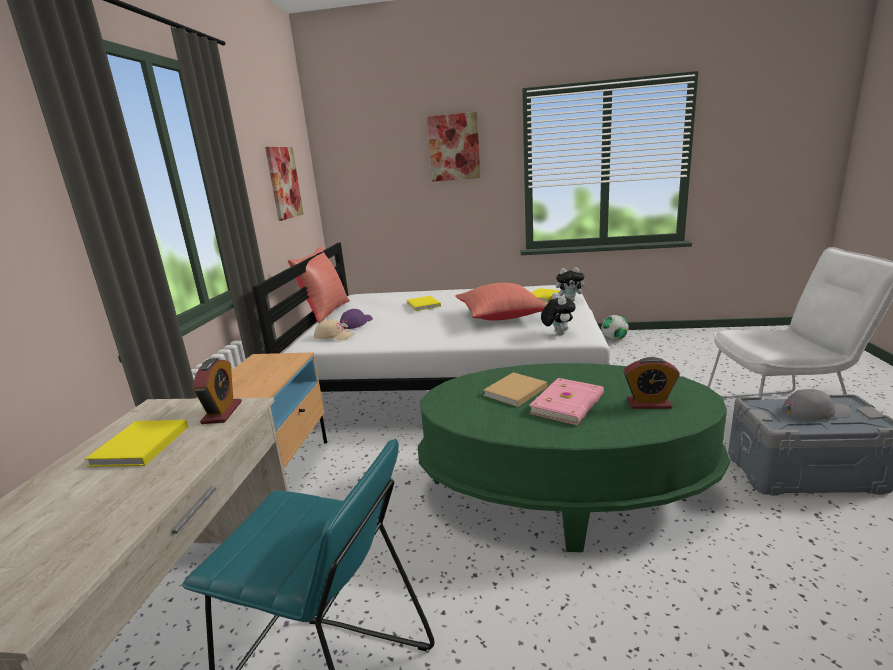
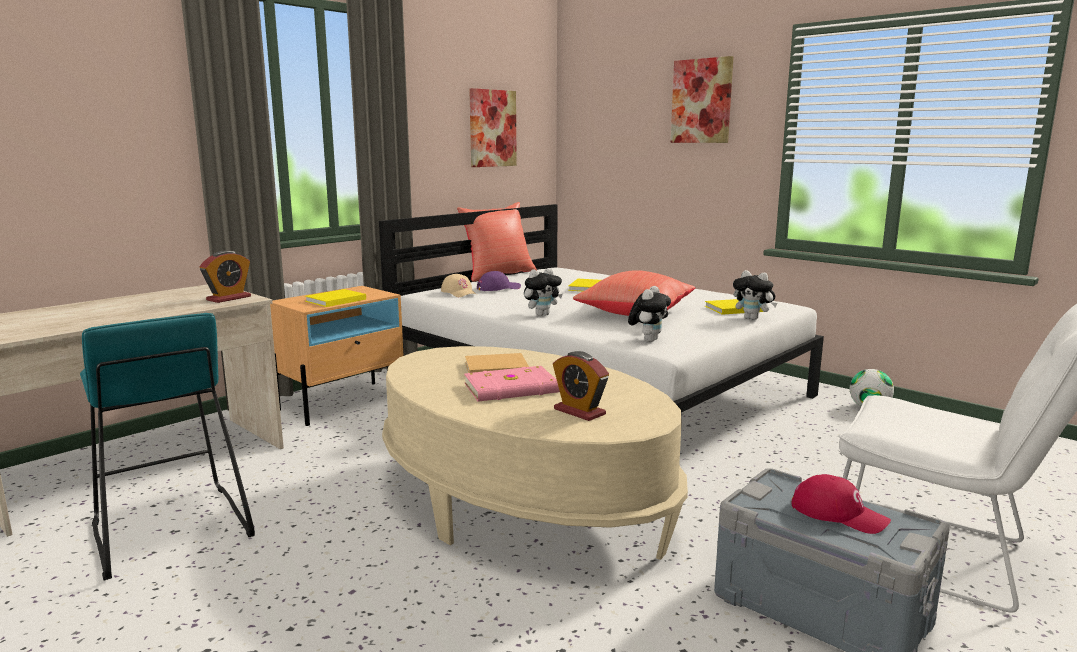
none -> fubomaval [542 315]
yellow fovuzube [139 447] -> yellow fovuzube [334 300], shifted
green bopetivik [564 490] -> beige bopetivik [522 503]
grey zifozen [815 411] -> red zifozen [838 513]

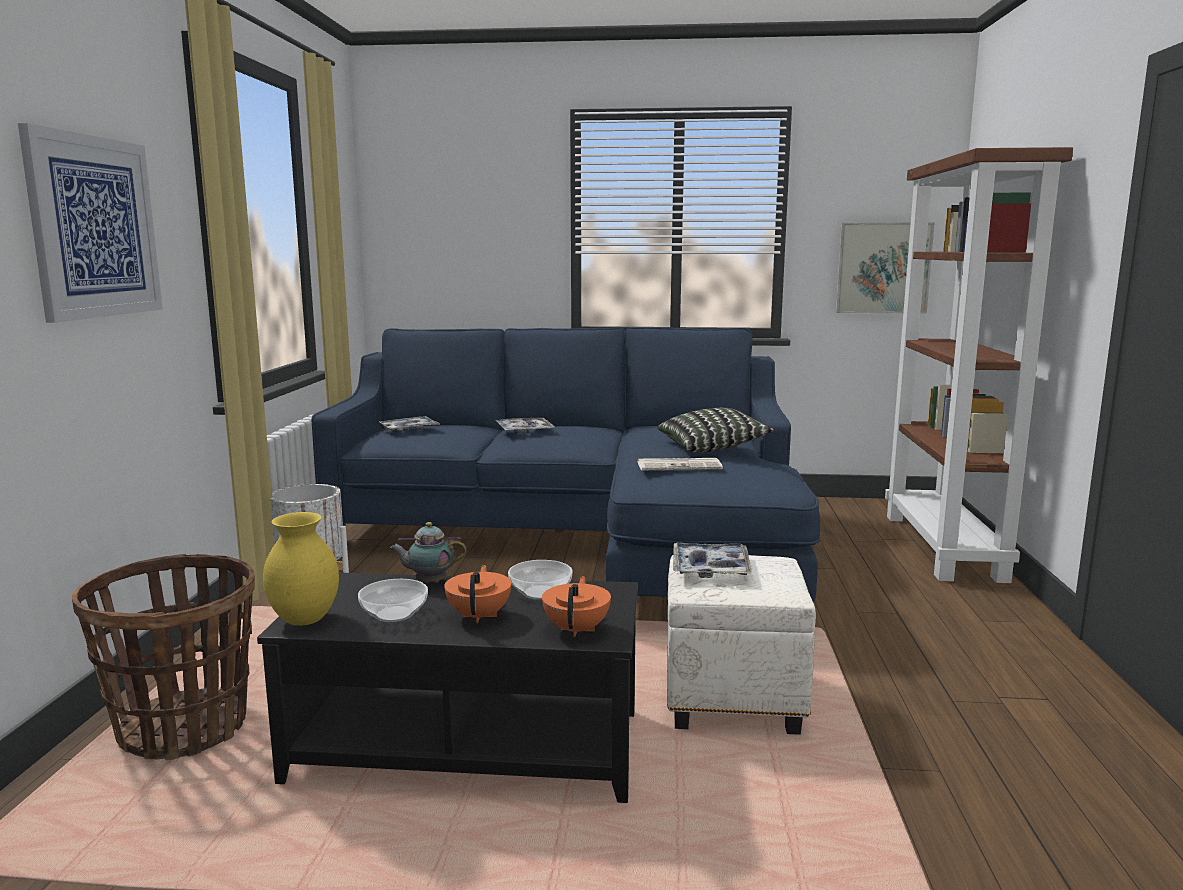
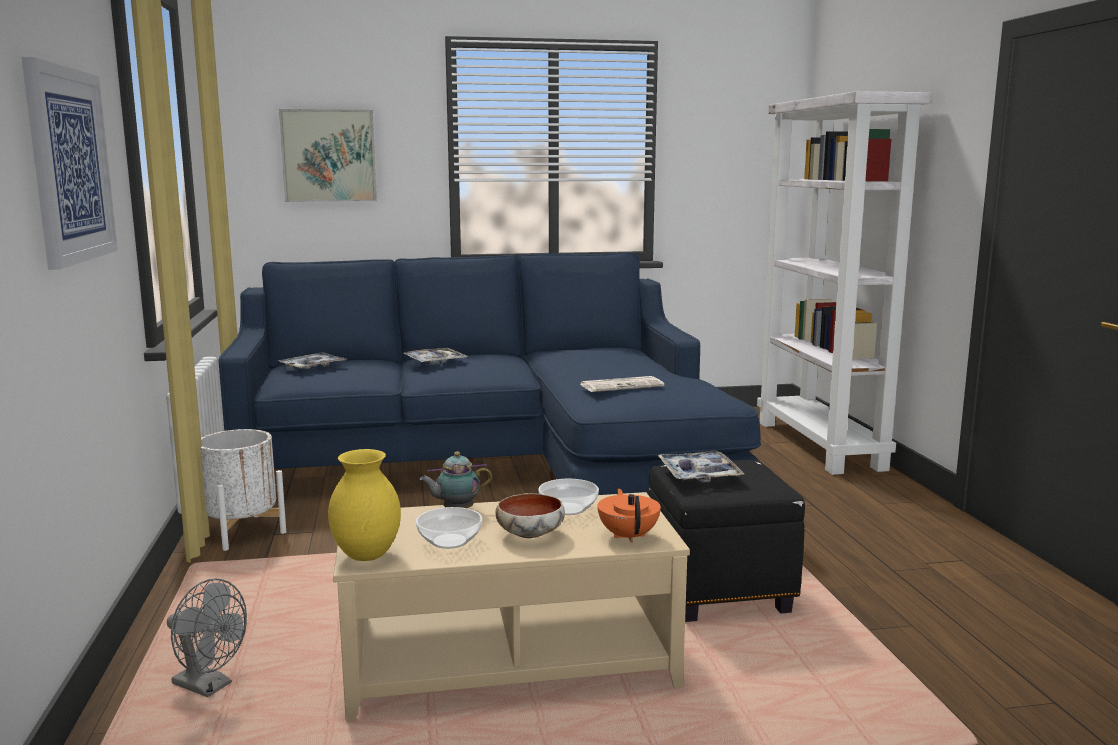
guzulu [712 448] -> none
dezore [883 268] -> dezore [329 156], shifted
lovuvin [184 728] -> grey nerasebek [209 686]
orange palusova [480 616] -> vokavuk [531 534]
black bopetivik [468 745] -> beige bopetivik [509 661]
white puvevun [734 701] -> black puvevun [720 593]
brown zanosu [944 547] -> white zanosu [821 445]

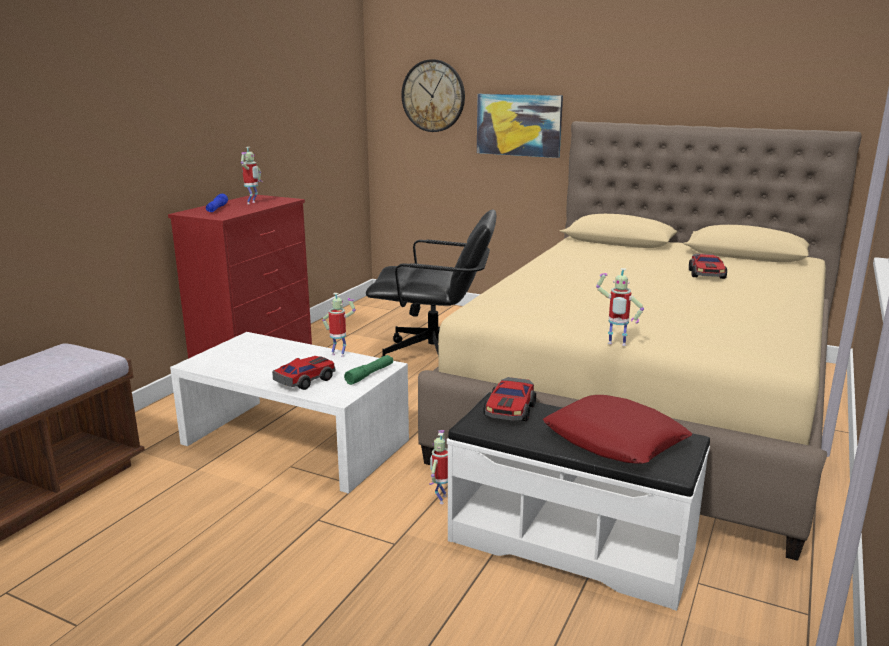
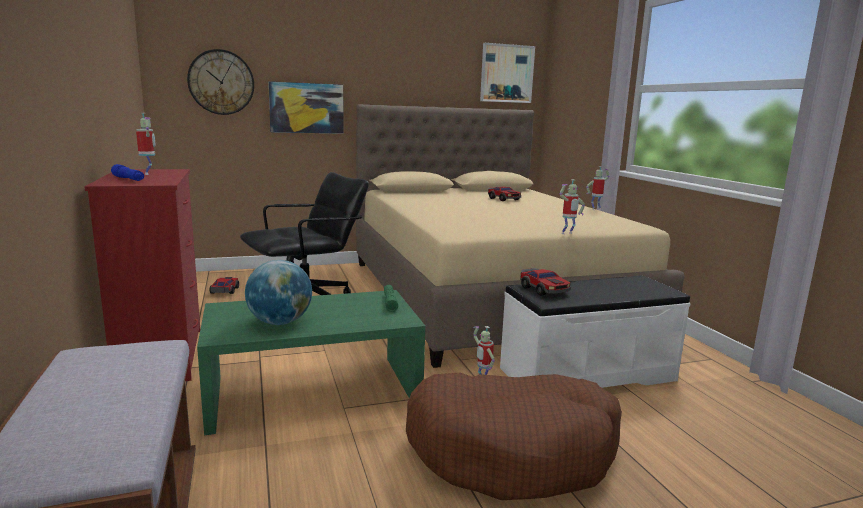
red guzulu [614 439] -> none
none -> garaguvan [280 322]
none -> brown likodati [512 450]
none -> dezore [506 73]
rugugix [304 380] -> rugugix [224 290], shifted
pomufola [339 354] -> pomufola [595 209], shifted
white bopetivik [294 442] -> green bopetivik [313 392]

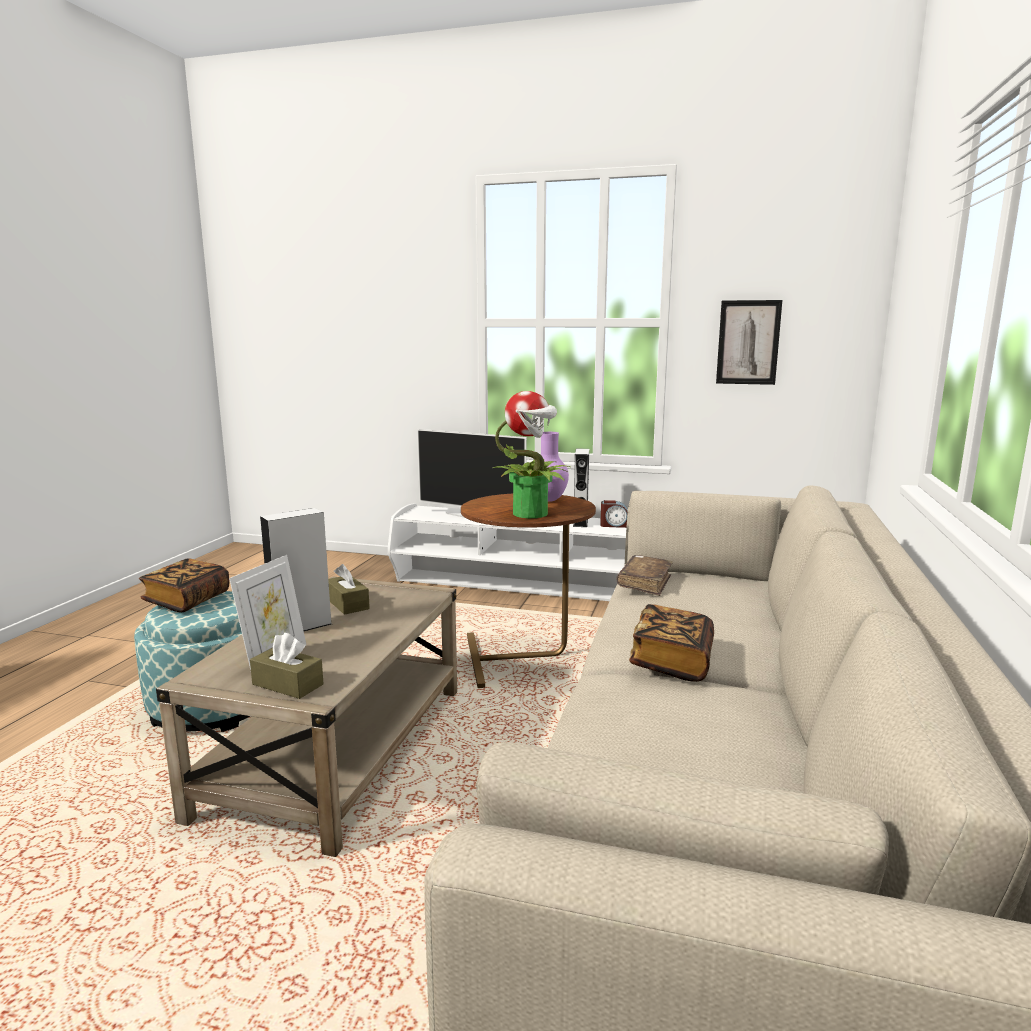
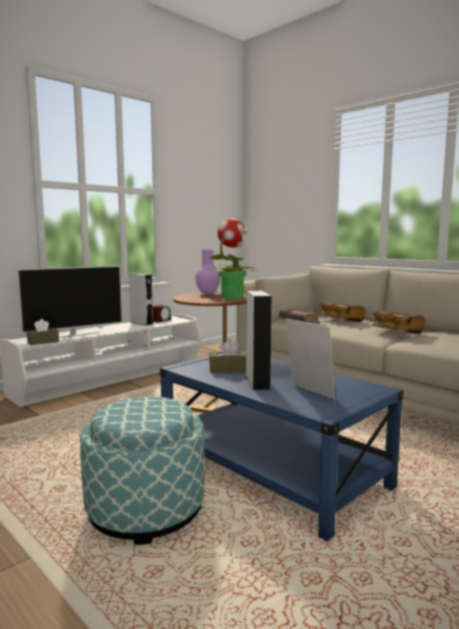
dezore [748 342] -> none
fovuzube [187 600] -> fovuzube [341 321], shifted
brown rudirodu [287 684] -> brown rudirodu [43 342], shifted
beige bopetivik [337 749] -> blue bopetivik [271 469]

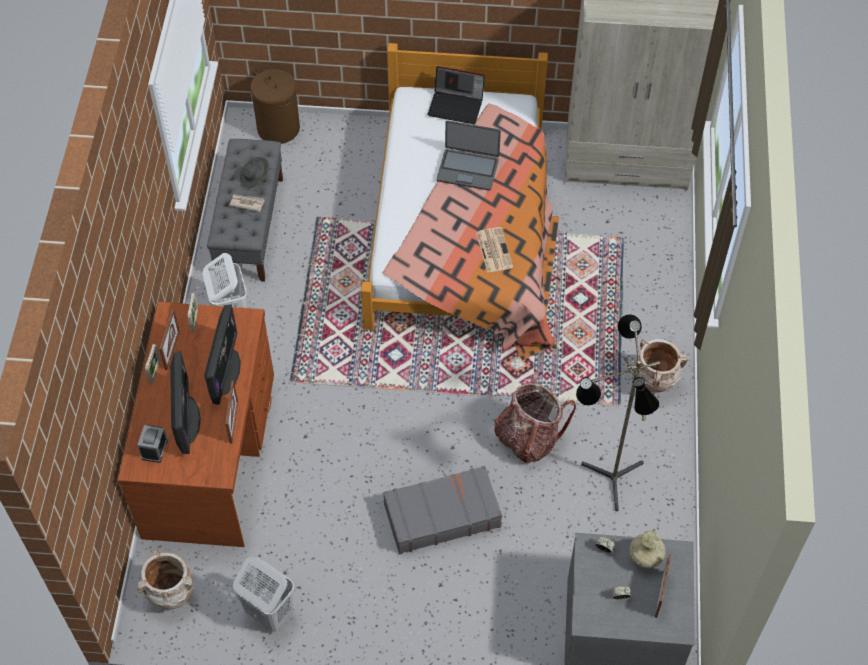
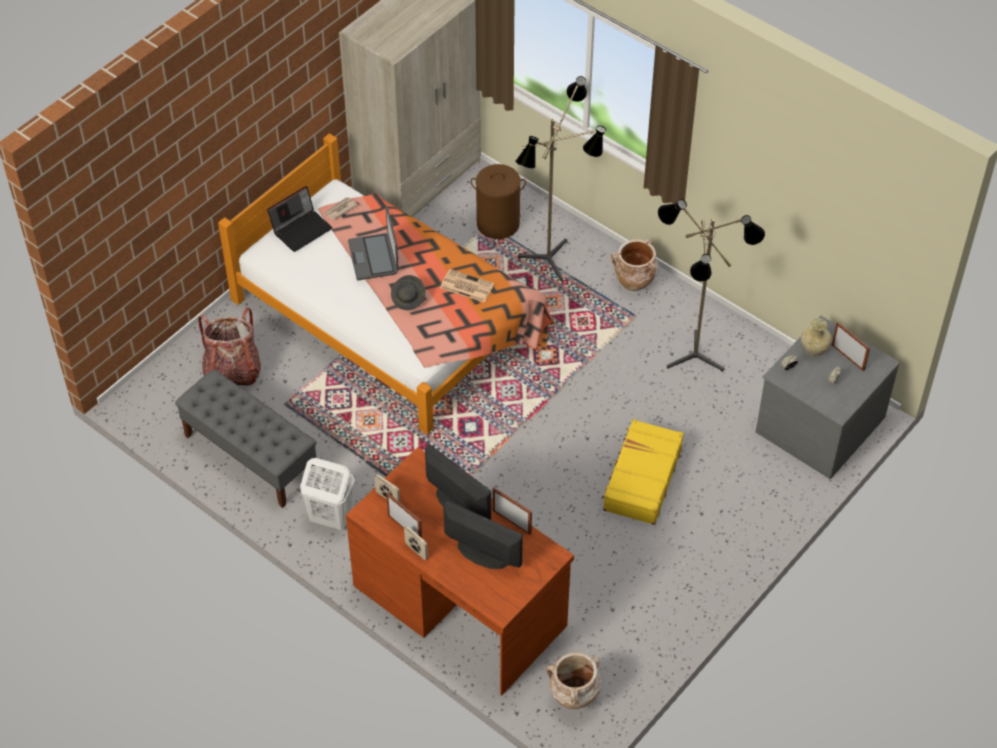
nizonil [154 449] -> none
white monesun [269 612] -> none
none -> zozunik [554 262]
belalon [247 203] -> belalon [340 209], shifted
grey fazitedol [255 178] -> grey fazitedol [408 298], shifted
brown monesun [278 128] -> brown monesun [498 223], shifted
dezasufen [528 437] -> dezasufen [233 371], shifted
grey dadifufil [441 515] -> yellow dadifufil [641 479]
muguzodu [468 169] -> muguzodu [374 257], 120 degrees clockwise

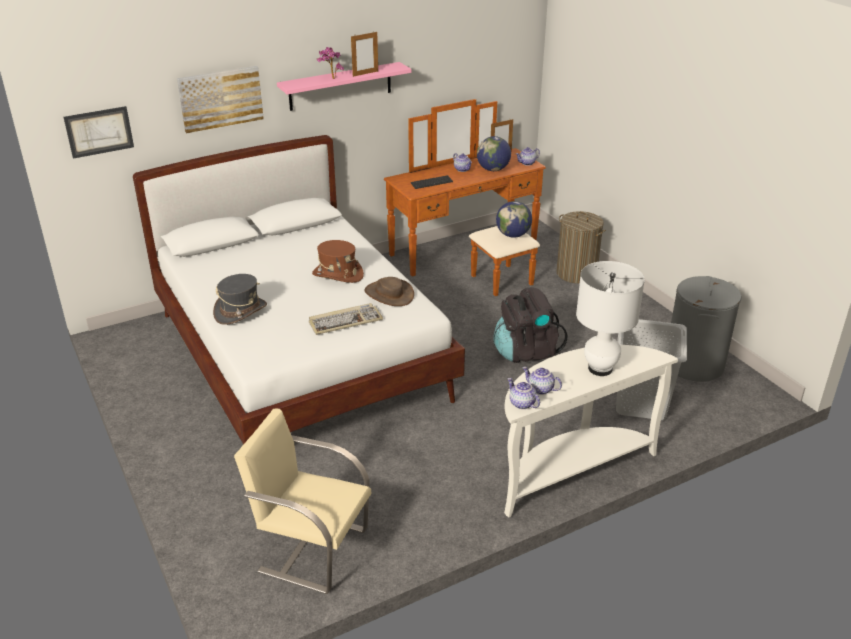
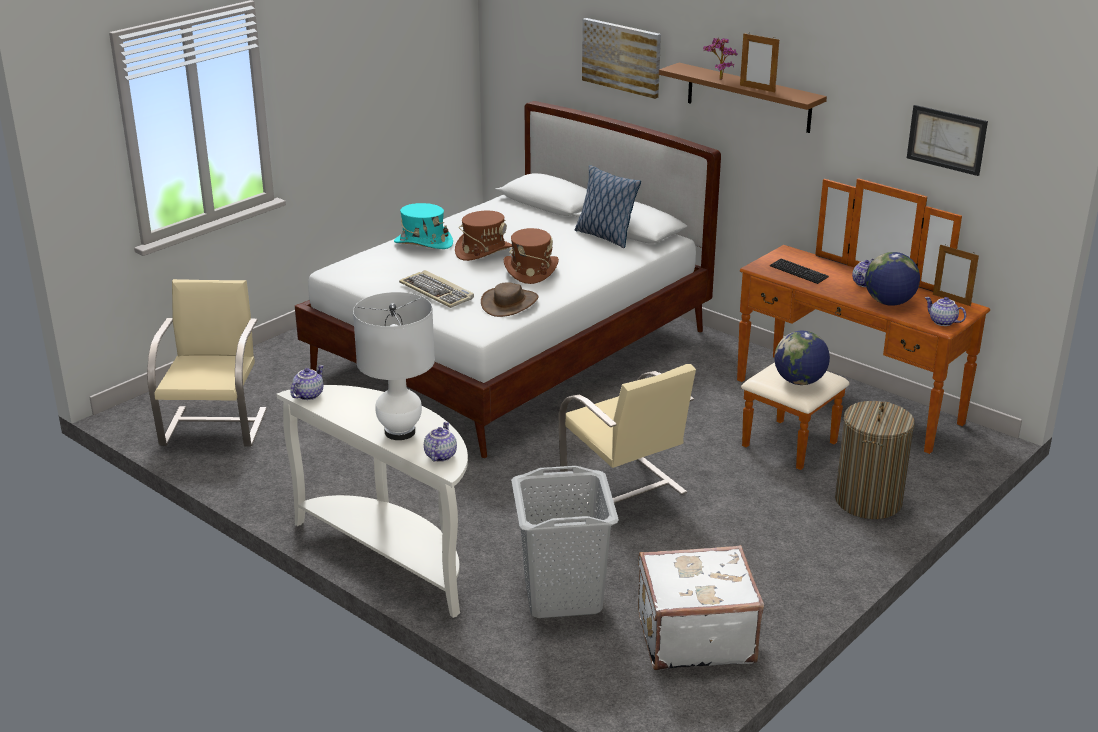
none -> brown fazitedol [483 251]
none -> guzulu [605 236]
dezore [99 132] -> dezore [946 139], shifted
palusova [540 389] -> palusova [439 455], shifted
black dezasufen [526 351] -> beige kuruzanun [624 489]
grey monesun [694 365] -> white dadifufil [694 636]
grey fazitedol [240 311] -> turquoise fazitedol [423 243]
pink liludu [340 86] -> brown liludu [748 98]

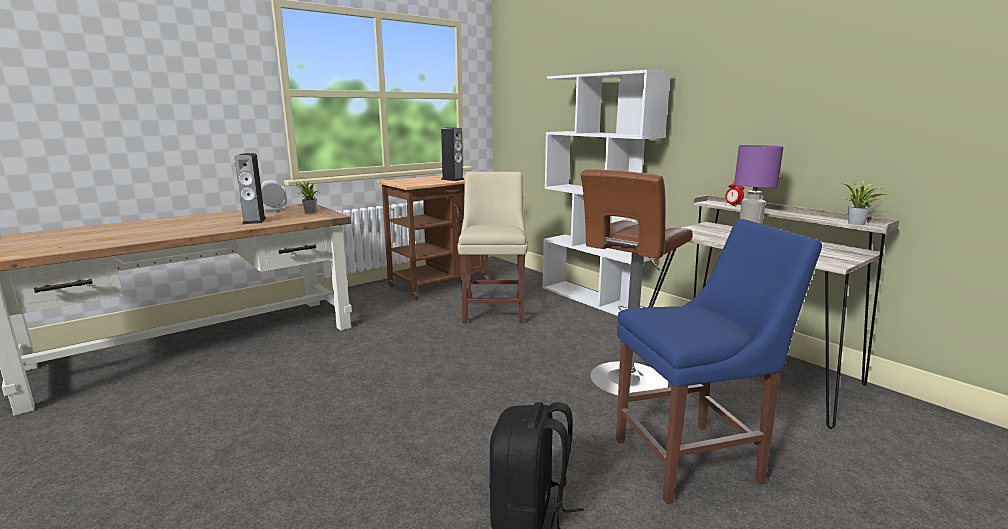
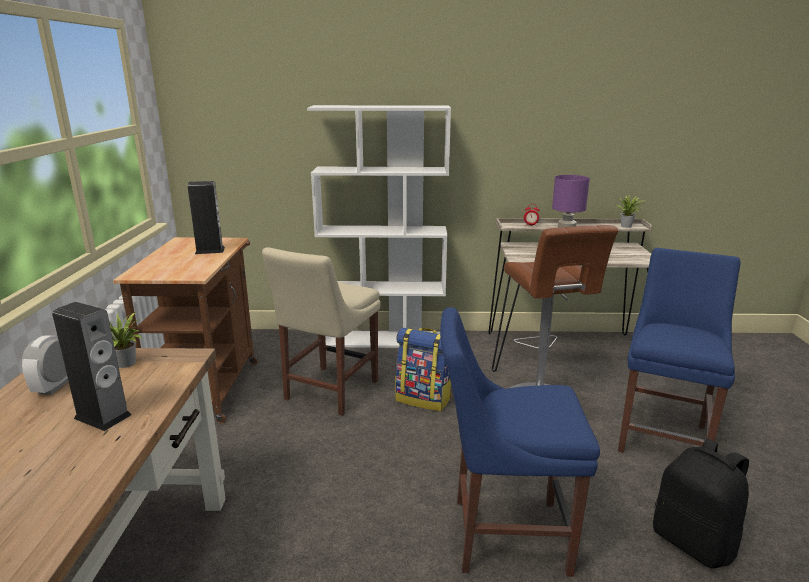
none -> dezasufen [424 399]
none -> blue kuruzanun [502 534]
beige kuruzanun [494 310] -> beige kuruzanun [328 392], 105 degrees counterclockwise

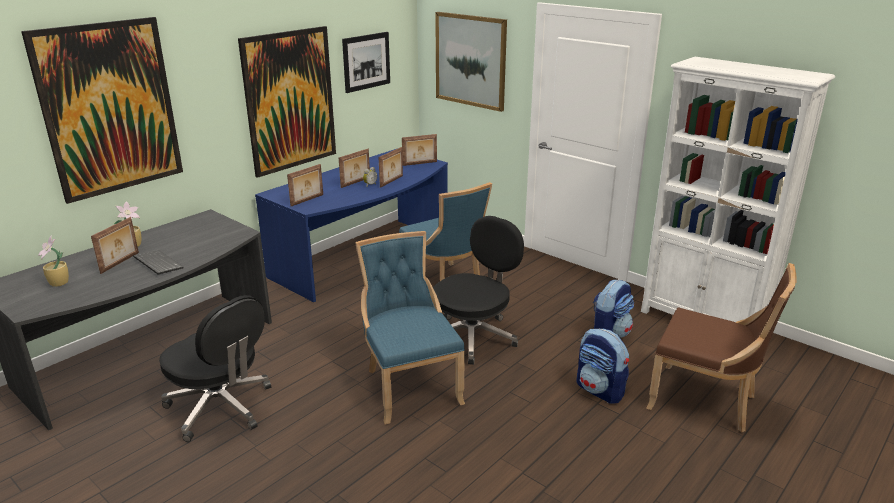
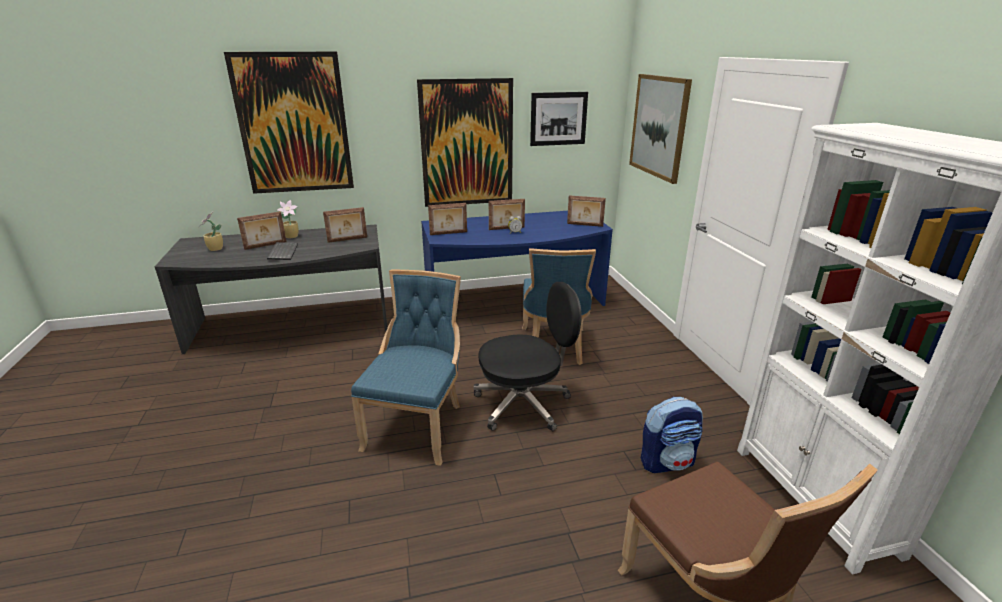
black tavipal [221 407] -> none
dezasufen [600 390] -> none
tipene [392 181] -> tipene [347 240], shifted

